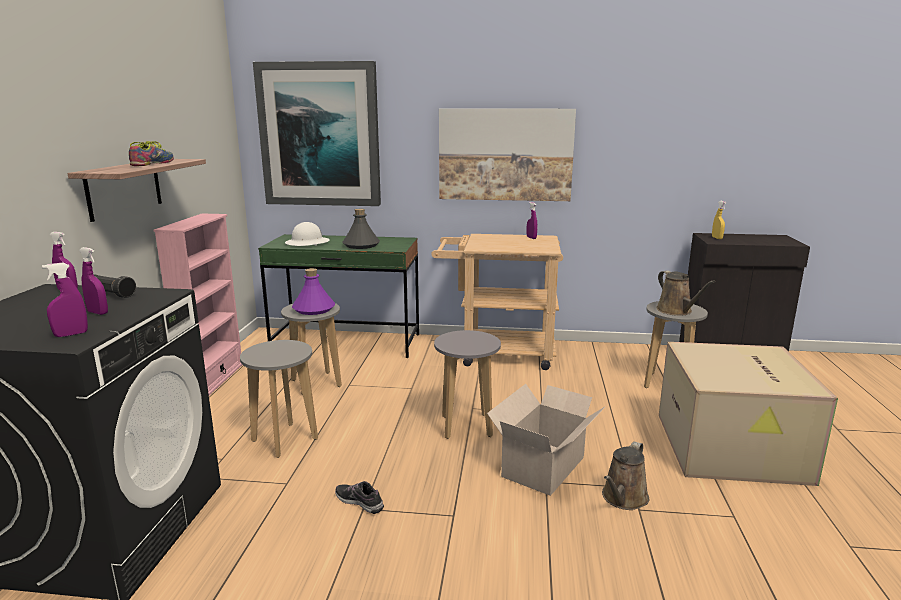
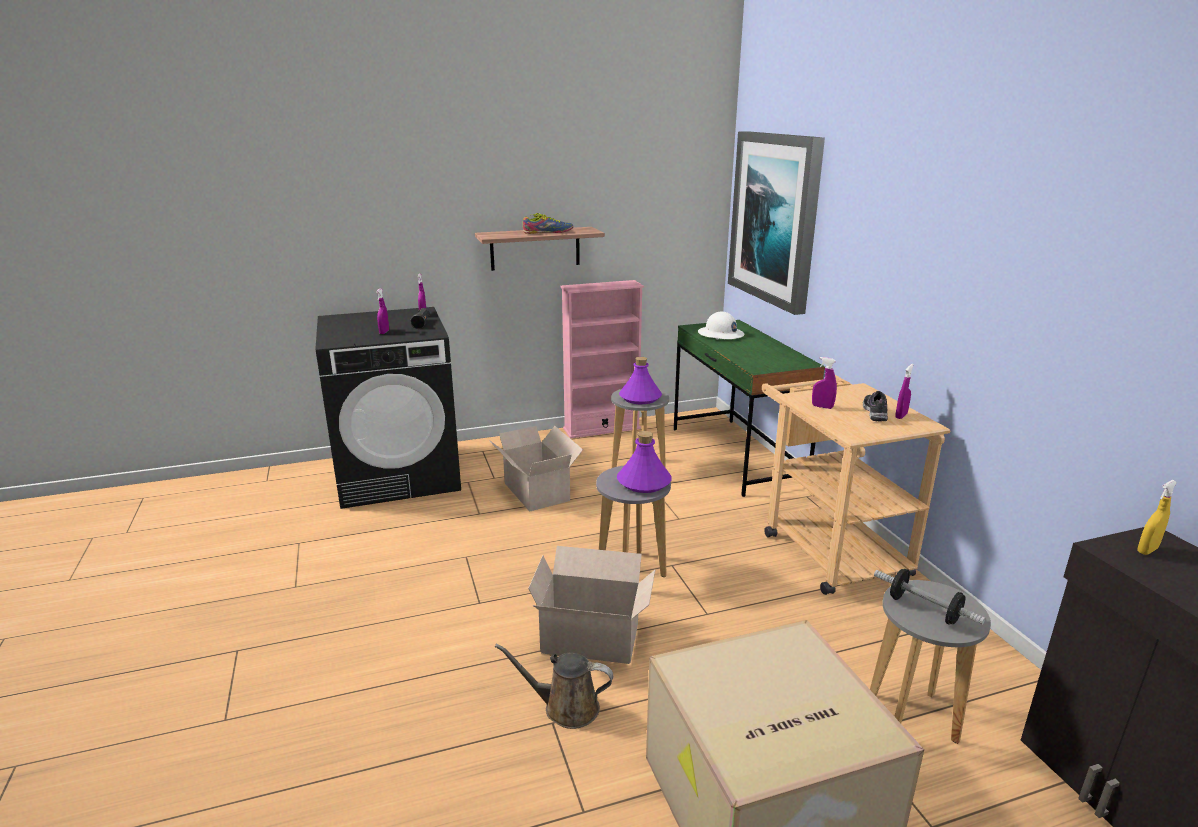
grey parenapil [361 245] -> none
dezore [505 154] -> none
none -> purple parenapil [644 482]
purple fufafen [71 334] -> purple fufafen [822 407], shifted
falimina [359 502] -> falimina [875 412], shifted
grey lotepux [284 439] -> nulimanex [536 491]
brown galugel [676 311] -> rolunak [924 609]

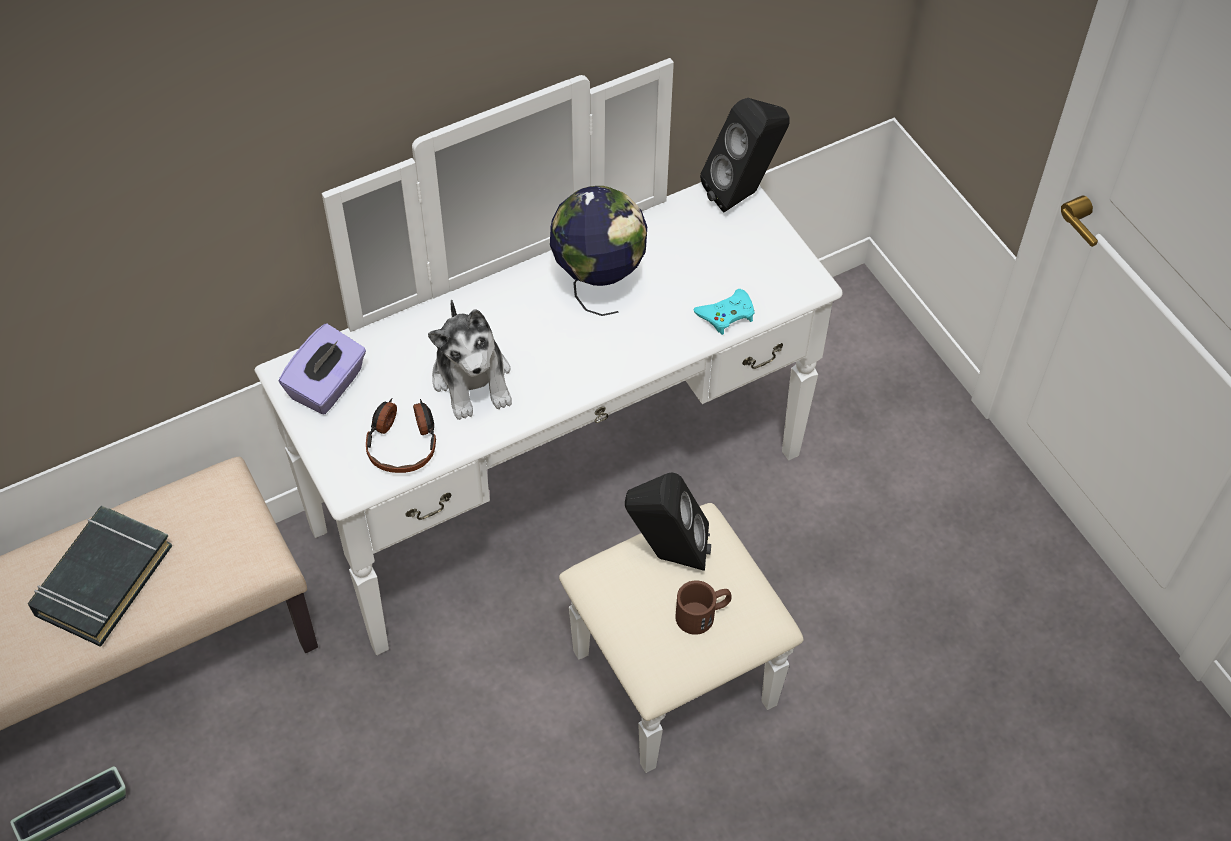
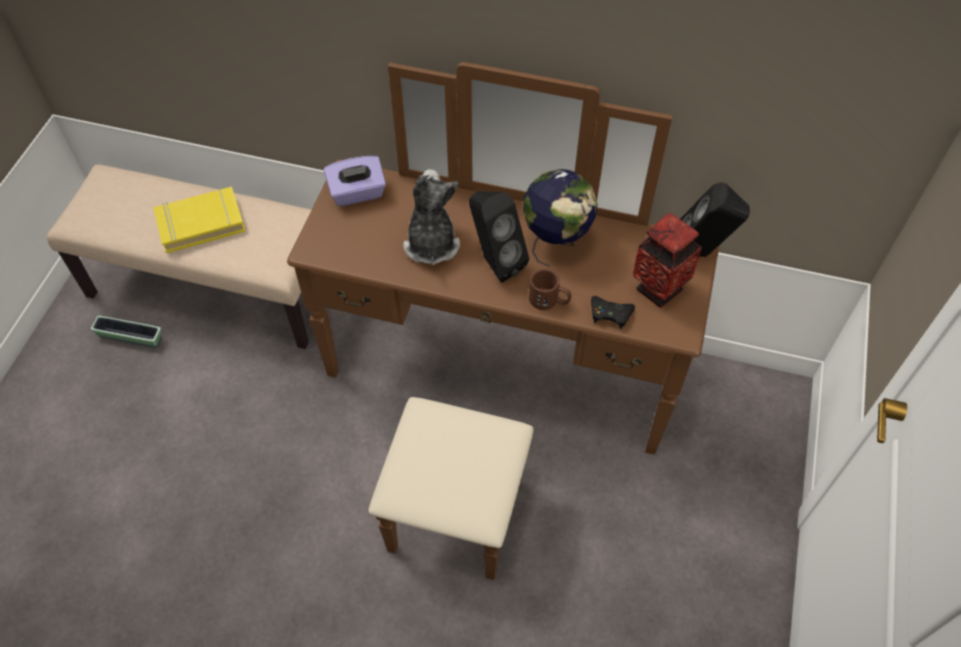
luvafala [403 442] -> none
none -> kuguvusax [658 290]
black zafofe [666 554] -> black zafofe [494 262], shifted
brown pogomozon [703 614] -> brown pogomozon [549 300], shifted
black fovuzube [102 580] -> yellow fovuzube [201 223]
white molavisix [586 531] -> brown molavisix [492 399]
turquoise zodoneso [726 315] -> black zodoneso [610 314]
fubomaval [472 379] -> fubomaval [431 243], 150 degrees clockwise

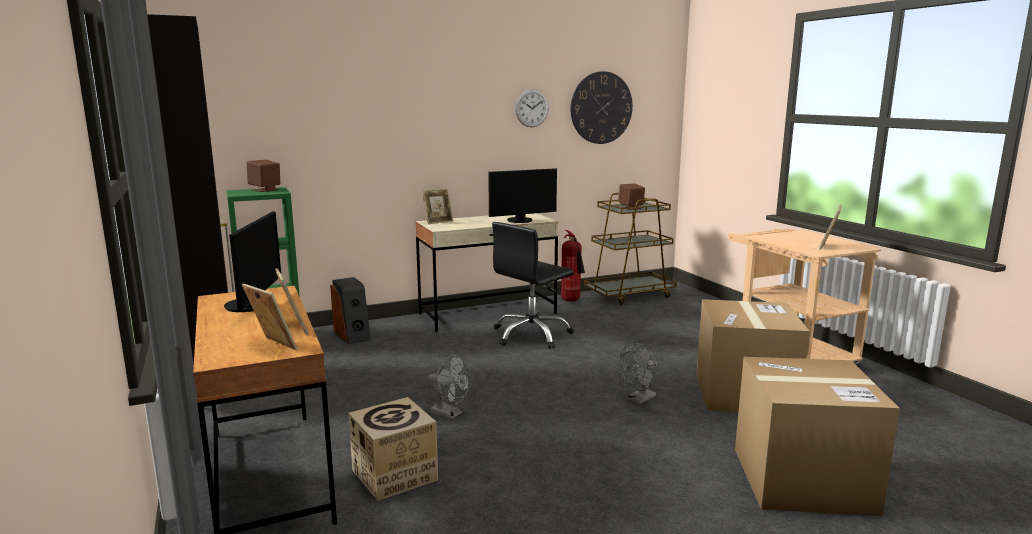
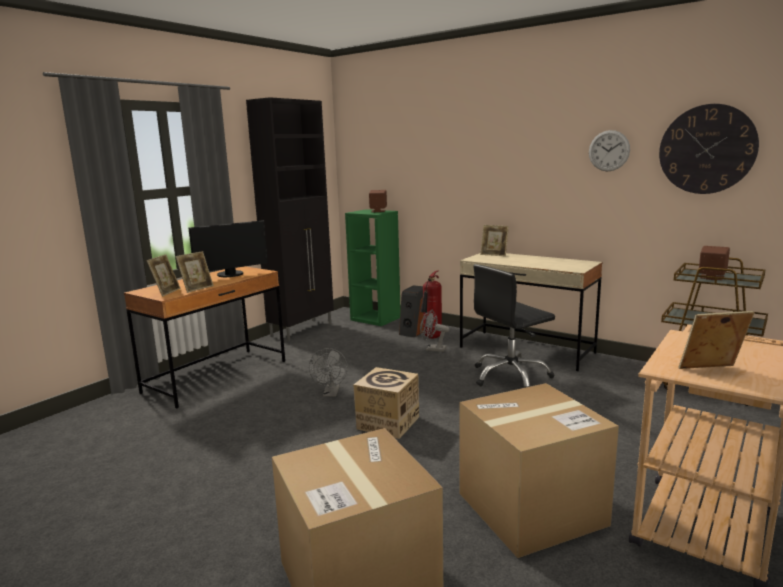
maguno [521 221] -> none
nulimanex [394 475] -> nulimanex [387 423], shifted
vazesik [572 301] -> vazesik [431 338], shifted
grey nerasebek [638 400] -> grey nerasebek [432 349], shifted
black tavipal [531 335] -> black tavipal [510 376], 45 degrees counterclockwise

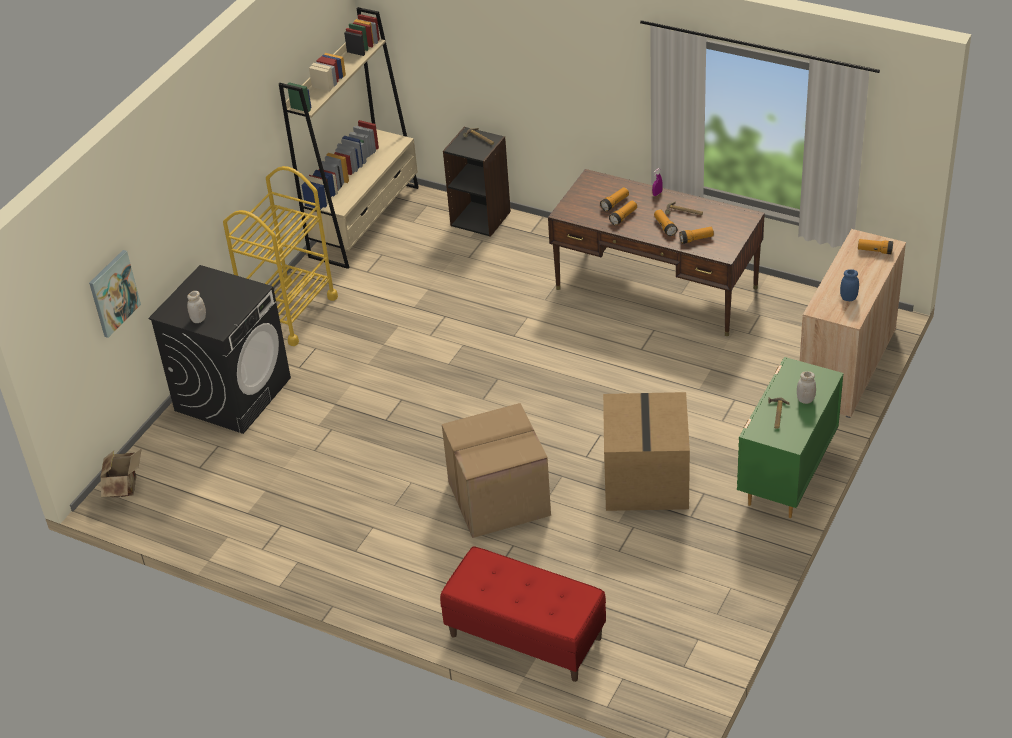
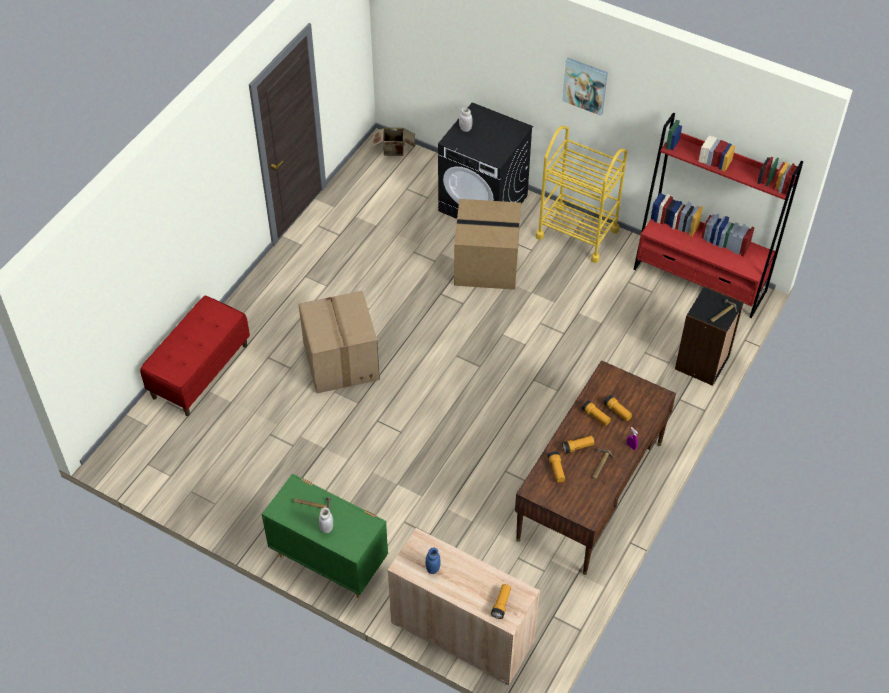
dezore [113 293] -> dezore [585 85], shifted
nulimanex [647 481] -> nulimanex [485 265], shifted
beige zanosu [365 221] -> red zanosu [700 280]

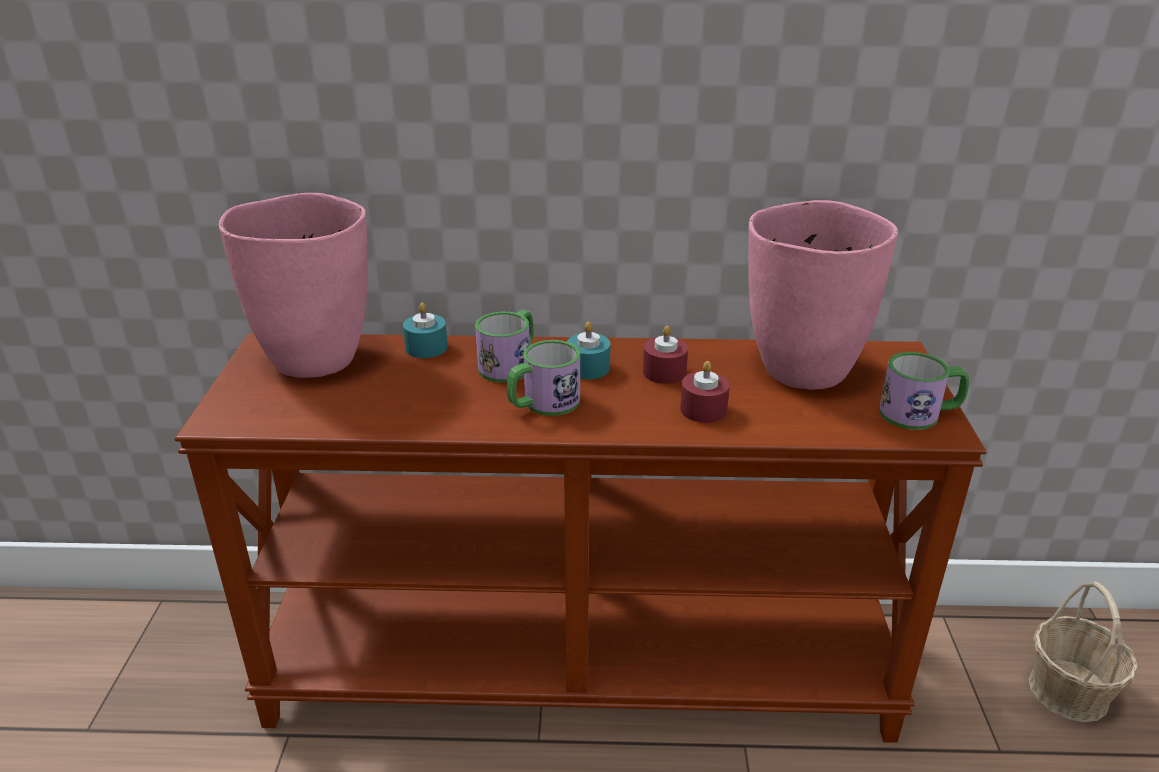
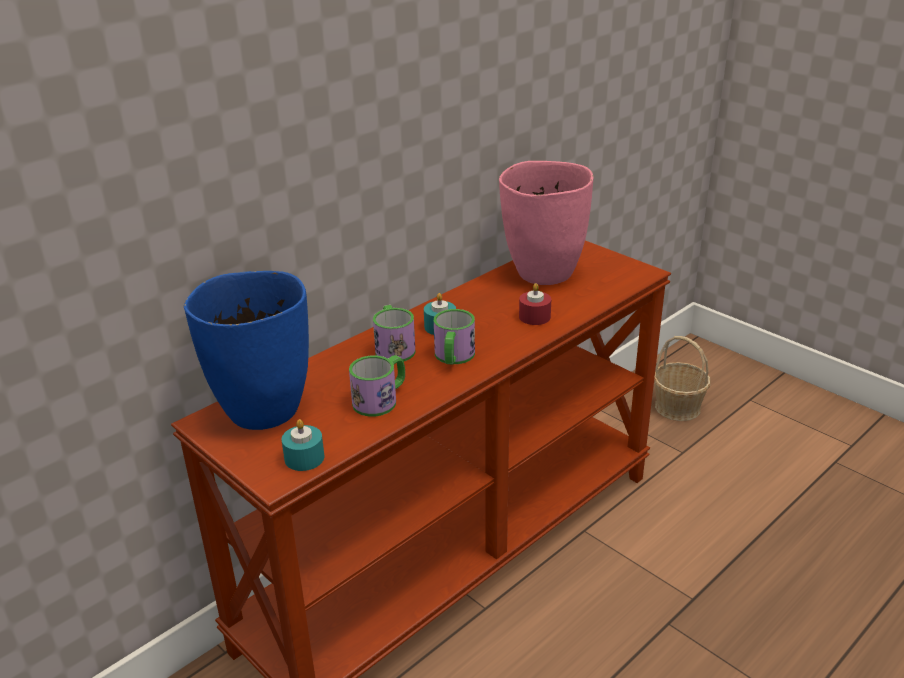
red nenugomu [664 372] -> none
turquoise nenugomu [426 347] -> turquoise nenugomu [304 458], shifted
pogomozon [919 414] -> pogomozon [381 399], shifted
pink kuguvusax [316 358] -> blue kuguvusax [262 410]

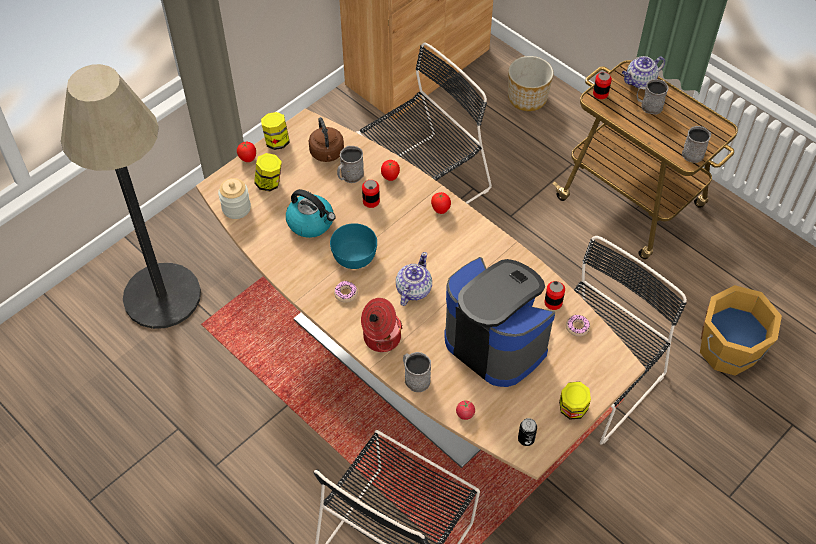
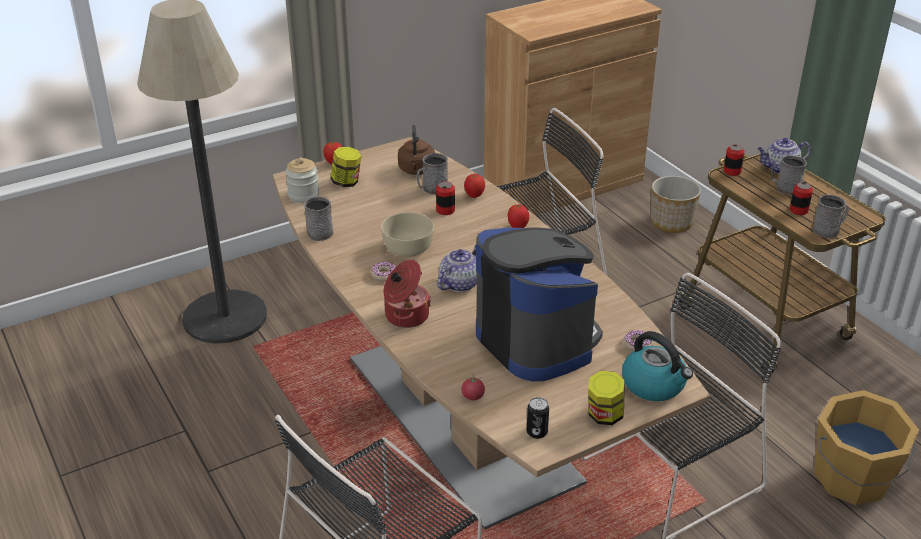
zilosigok [277 142] -> none
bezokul [311 222] -> bezokul [654 385], shifted
grey pogomozon [415 378] -> grey pogomozon [318 231], shifted
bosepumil [553 303] -> bosepumil [798 210], shifted
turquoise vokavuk [354 255] -> beige vokavuk [407 247]

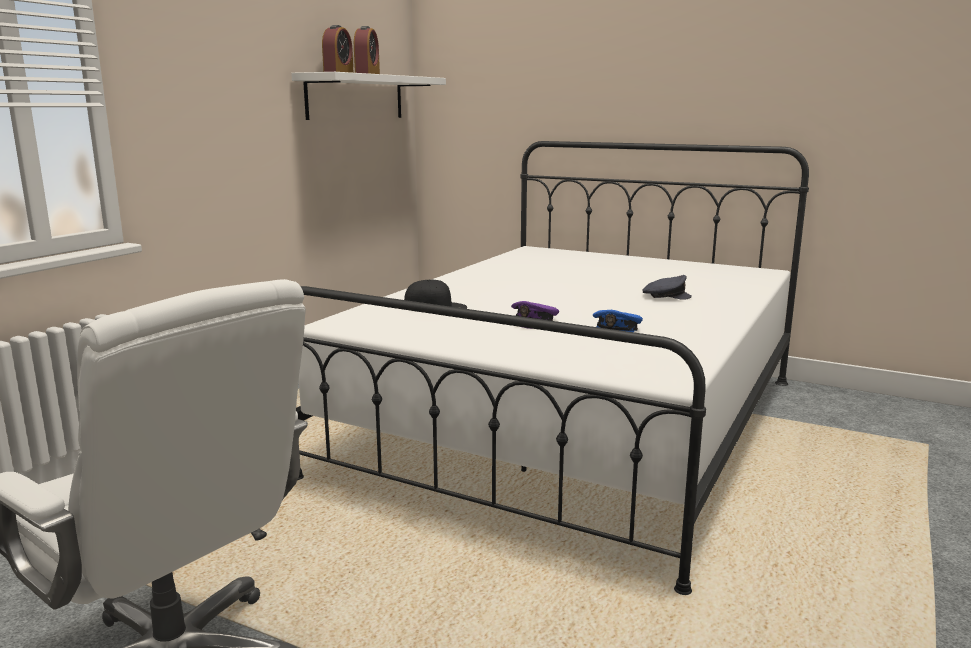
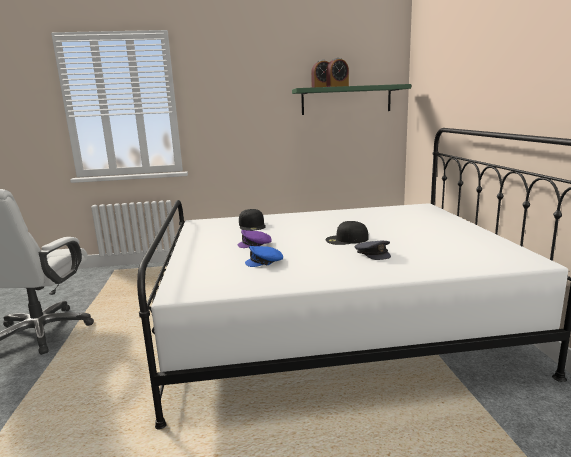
none -> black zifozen [346 239]
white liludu [356 97] -> green liludu [346 100]

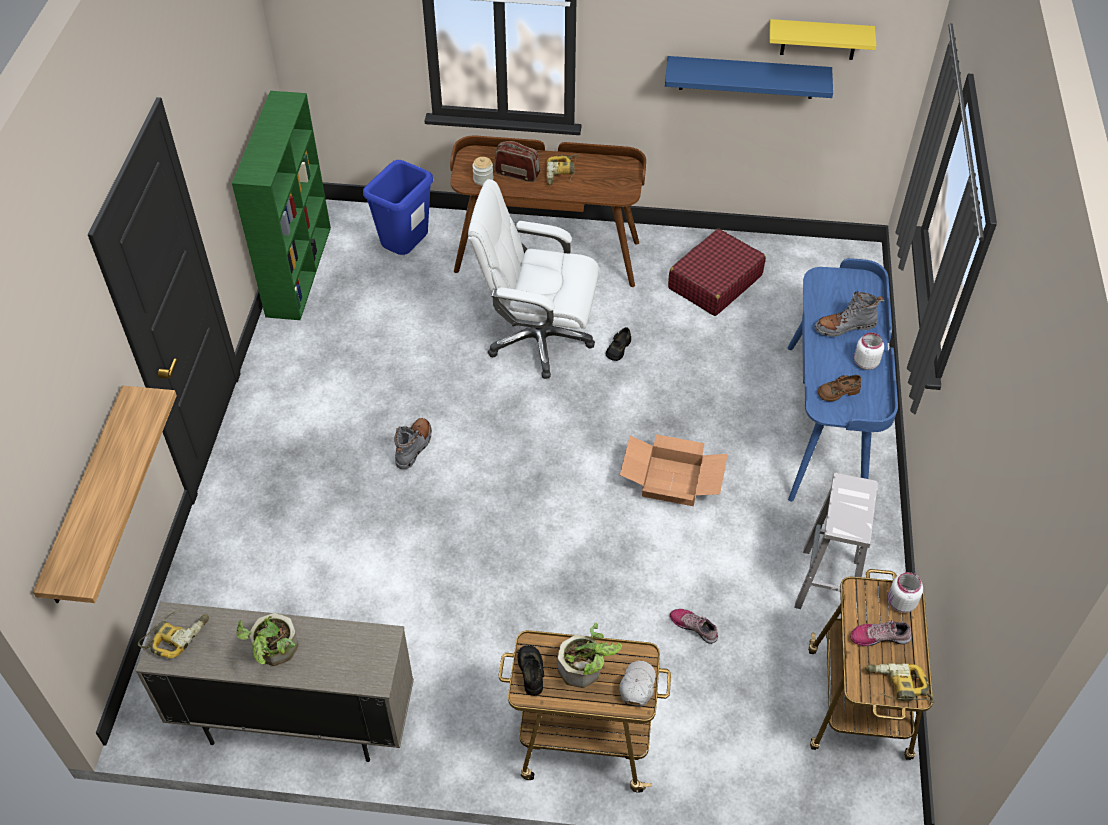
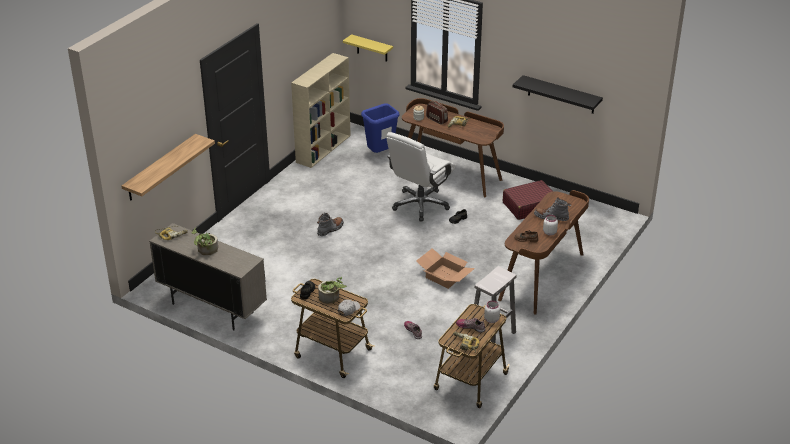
yellow liludu [819 39] -> yellow liludu [372 48], shifted
green zanosu [299 270] -> beige zanosu [323 148]
blue liludu [747 77] -> black liludu [561 95]
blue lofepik [827 423] -> brown lofepik [542 277]
white tavipal [538 339] -> white tavipal [420 205], 90 degrees counterclockwise

